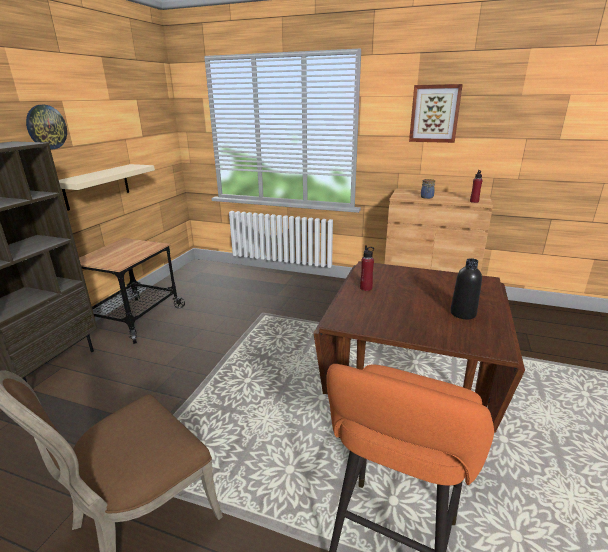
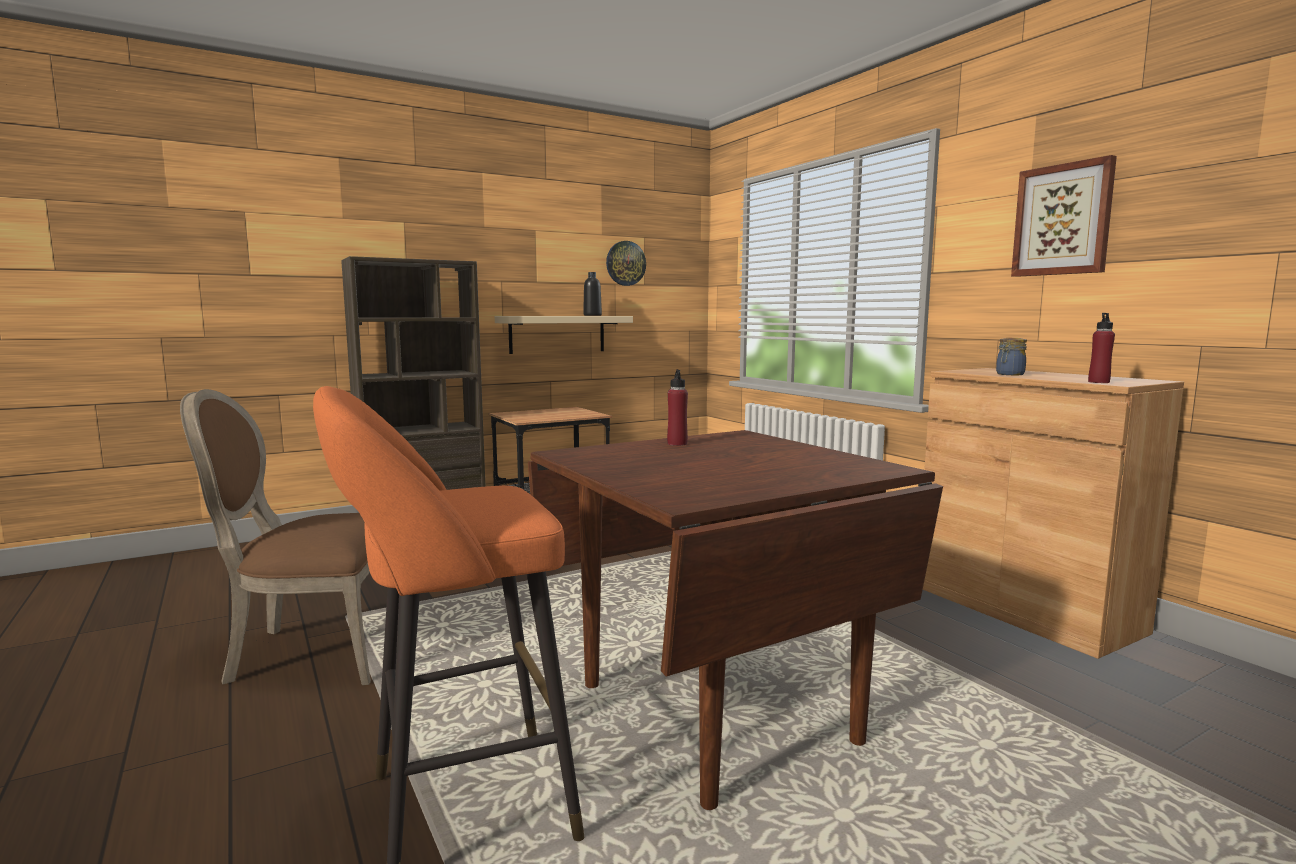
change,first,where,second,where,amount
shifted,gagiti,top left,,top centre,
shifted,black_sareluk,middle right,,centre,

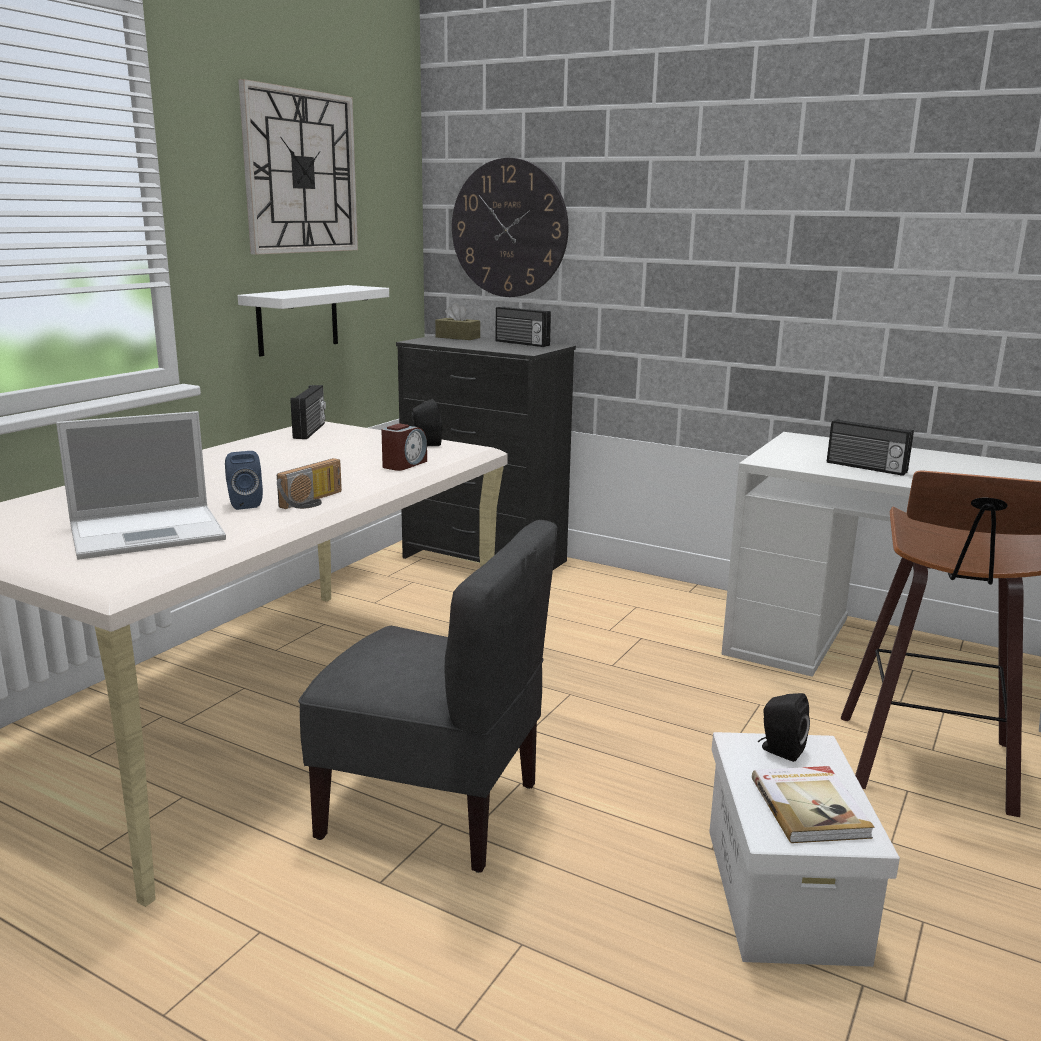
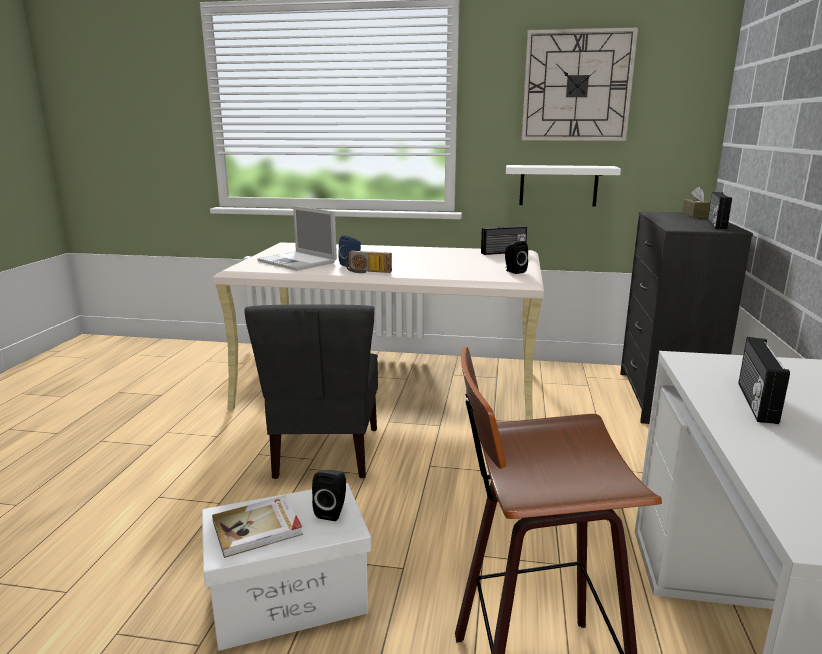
change,first,where,second,where,amount
gone,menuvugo,centre,,,
gone,gagiti (no. 2 from left),top centre,,,

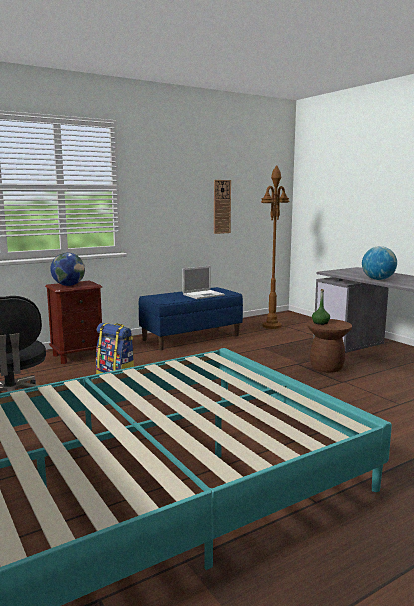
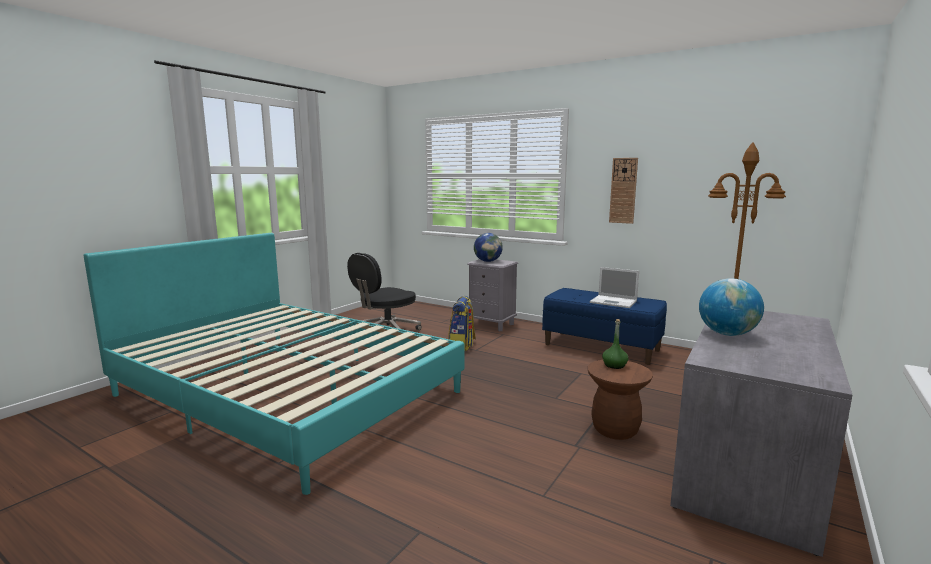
change,first,where,second,where,amount
shifted,gagiti,centre,,middle right,
repainted,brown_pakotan,middle left,grey_pakotan,centre,

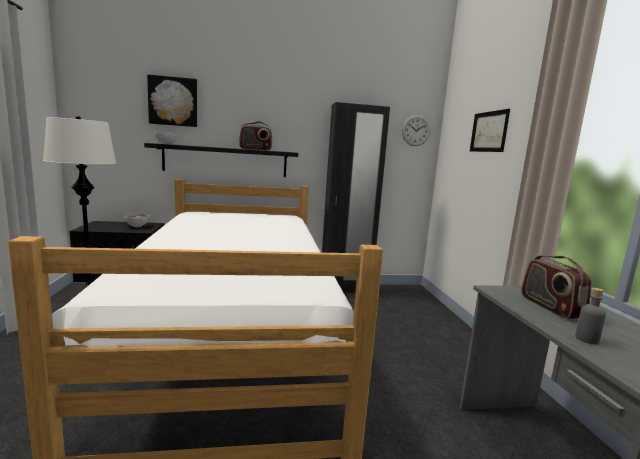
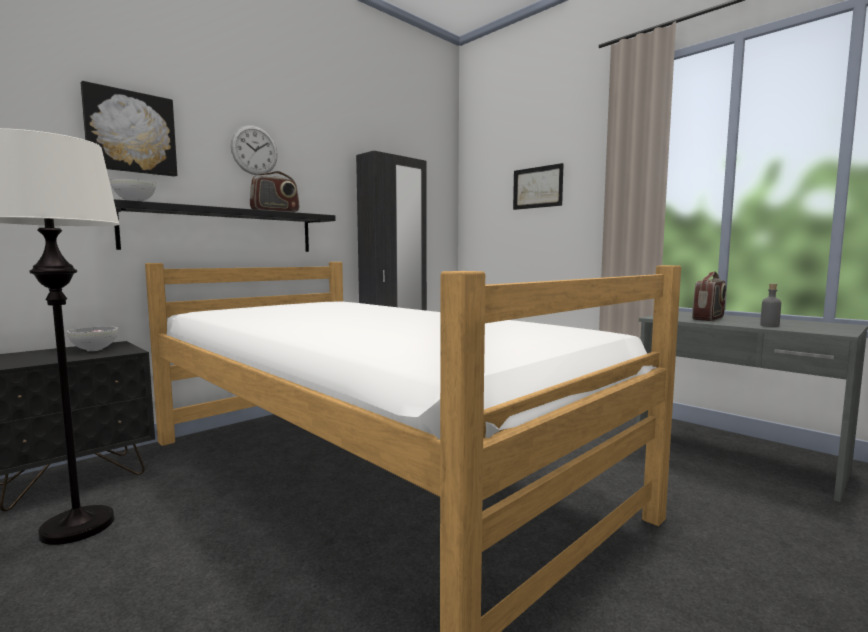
change,first,where,second,where,amount
shifted,gagiti,top centre,,top left,
rotated,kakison (no. 2 from left),middle right,,middle right,90 degrees counterclockwise

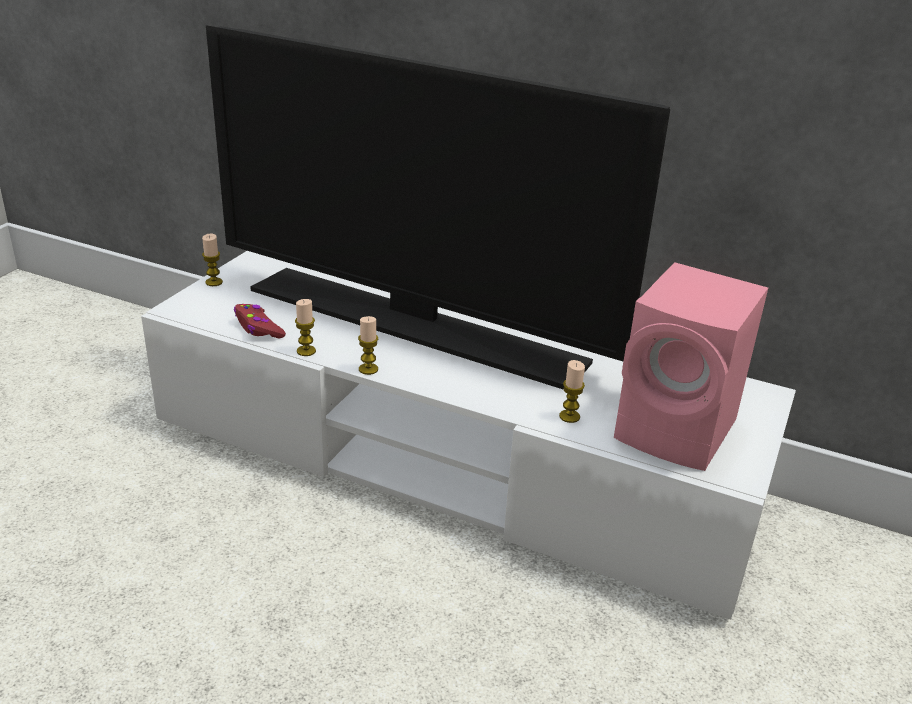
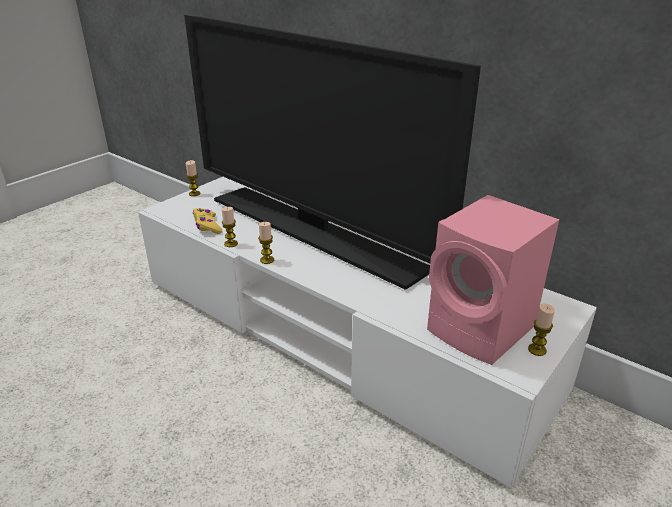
change,first,where,second,where,amount
shifted,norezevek (no. 4 from left),centre,,middle right,
repainted,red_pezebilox,middle left,yellow_pezebilox,middle left,

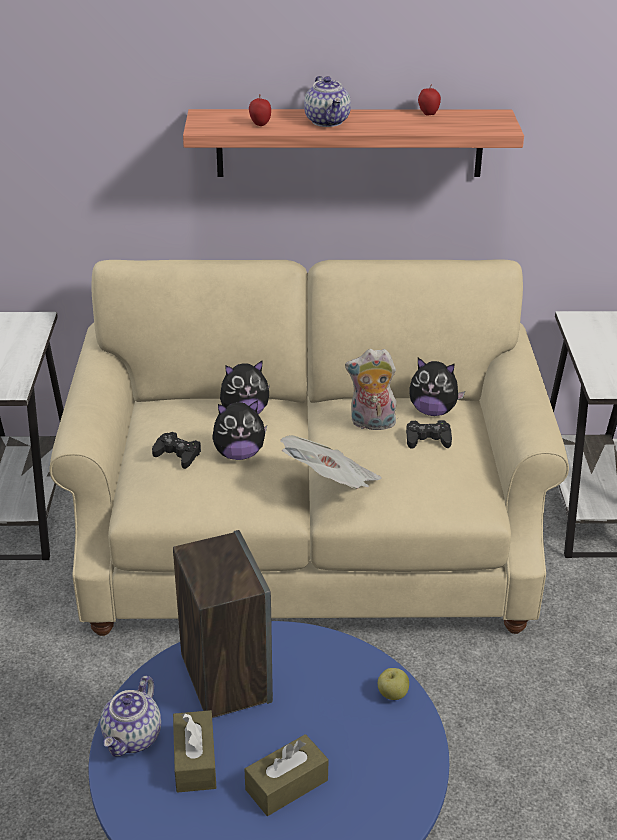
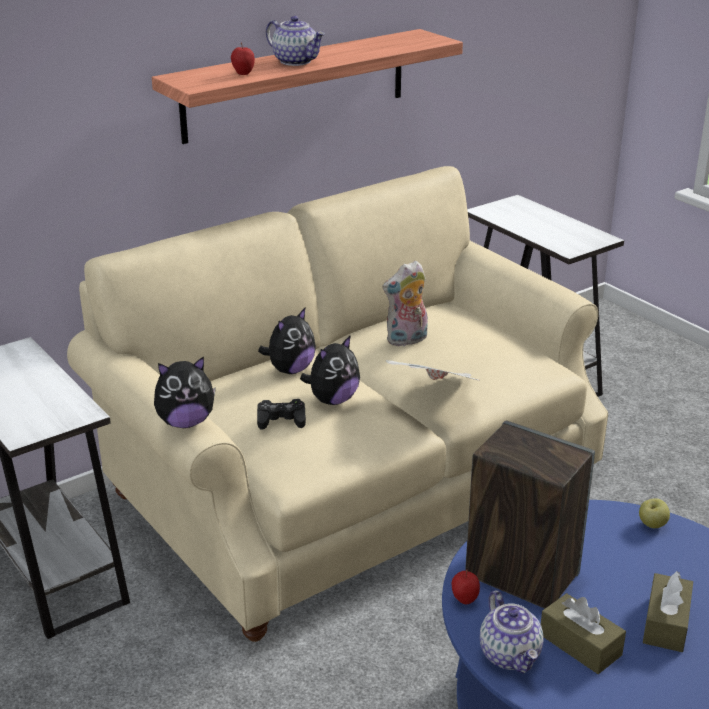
change,first,where,second,where,amount
gone,black_pezebilox (no. 2 from left),middle right,,,
shifted,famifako (no. 4 from left in the first image),middle right,famifako (no. 1 from left),middle left,
shifted,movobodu (no. 3 from left in the first image),top right,movobodu (no. 2 from left),bottom centre,

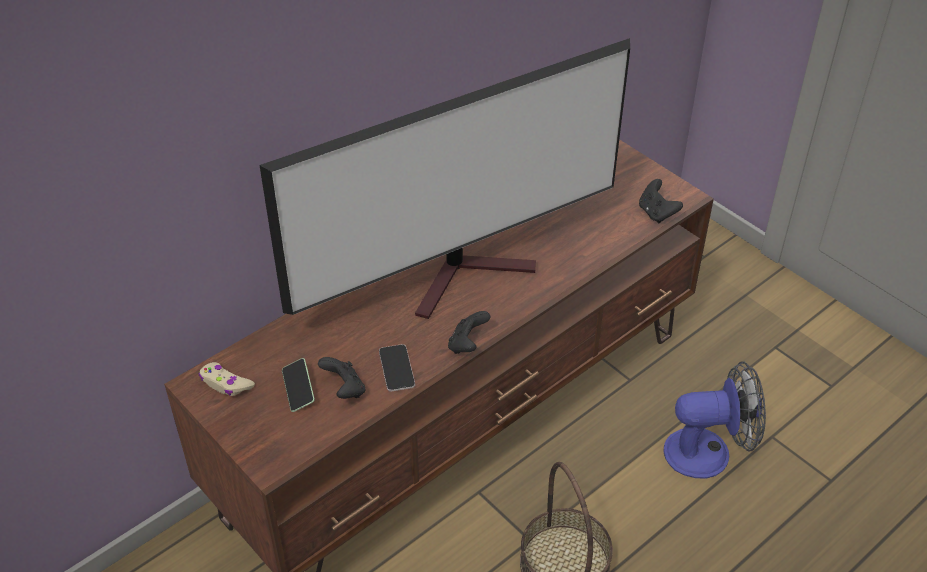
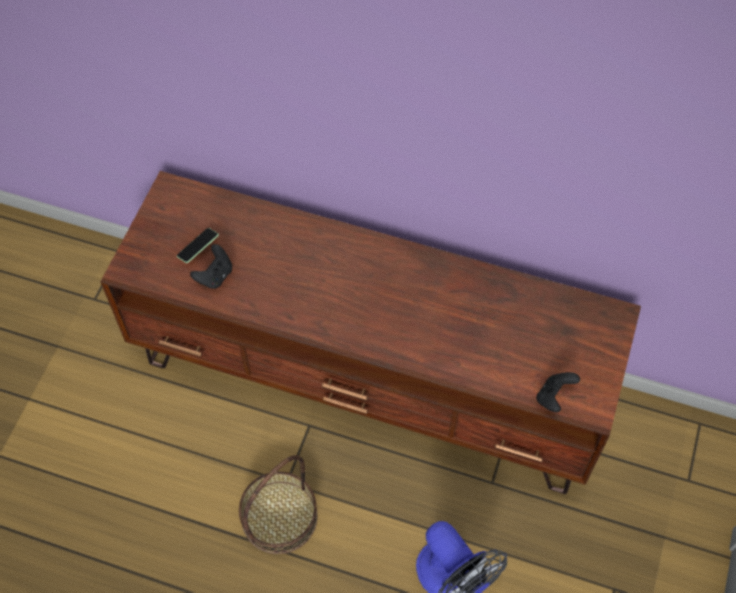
change,first,where,second,where,amount
gone,beige_pezebilox,middle left,,,
gone,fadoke,top centre,,,
gone,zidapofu (no. 2 from left),centre,,,
gone,black_pezebilox (no. 2 from left),centre,,,

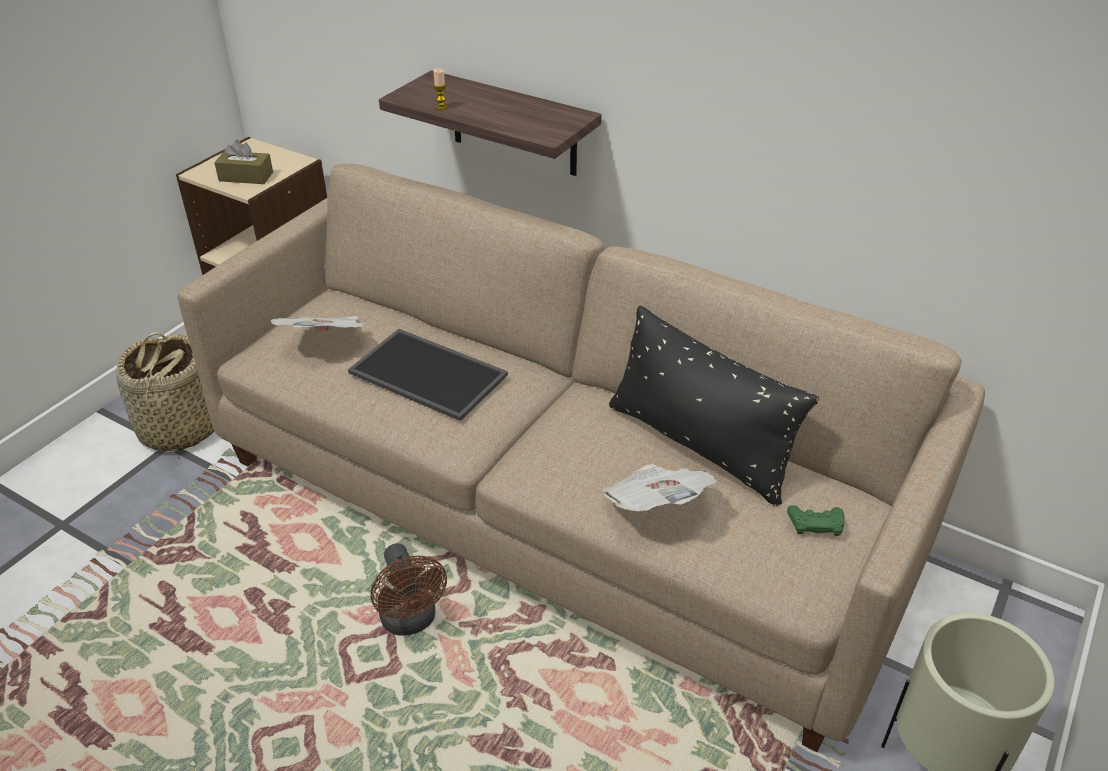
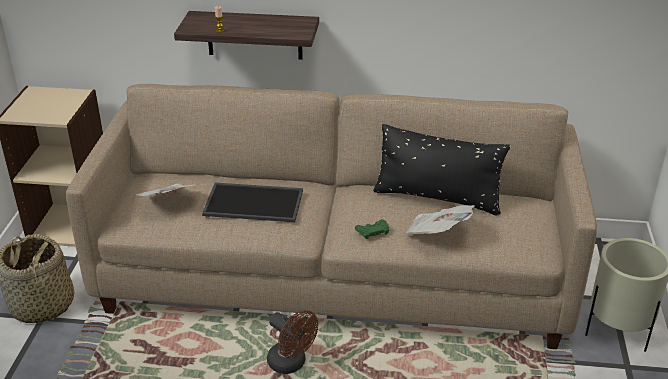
change,first,where,second,where,amount
gone,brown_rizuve,top left,,,
shifted,green_pezebilox,bottom right,,centre,

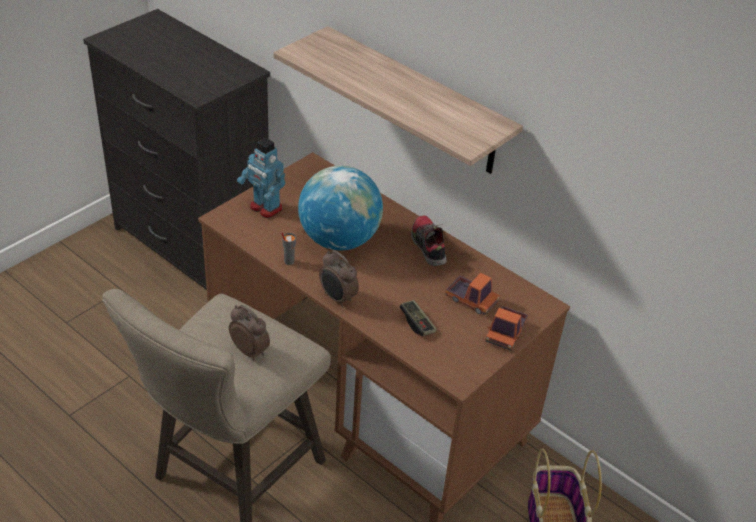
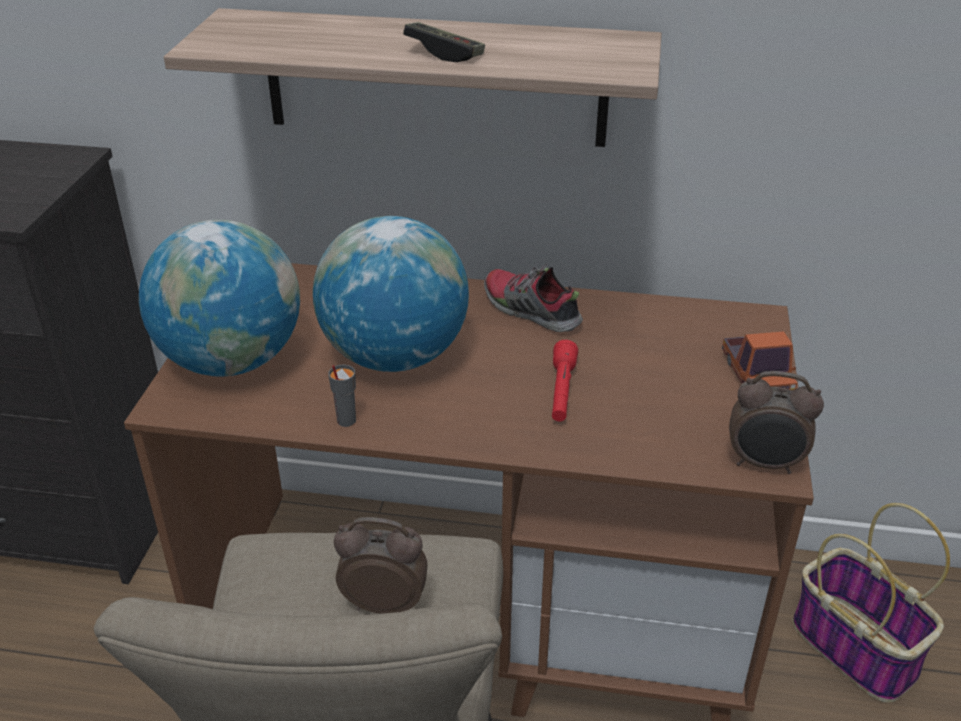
change,first,where,second,where,amount
gone,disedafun (no. 1 from left),centre,,,
new,,,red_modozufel,centre,
shifted,menuvugo (no. 2 from left),centre,,middle right,
shifted,pezebilox,centre,,top centre,
swapped,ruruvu,centre,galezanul (no. 1 from left),middle left,

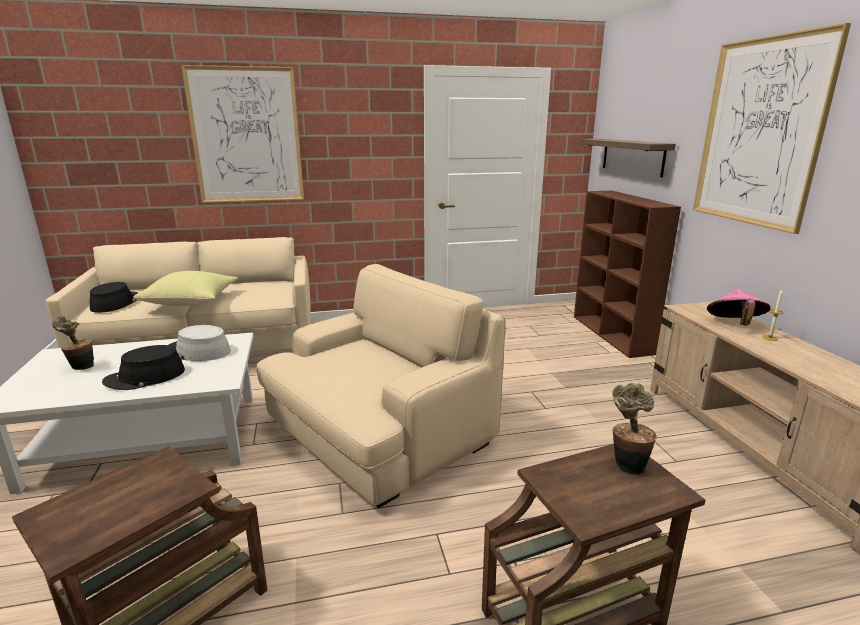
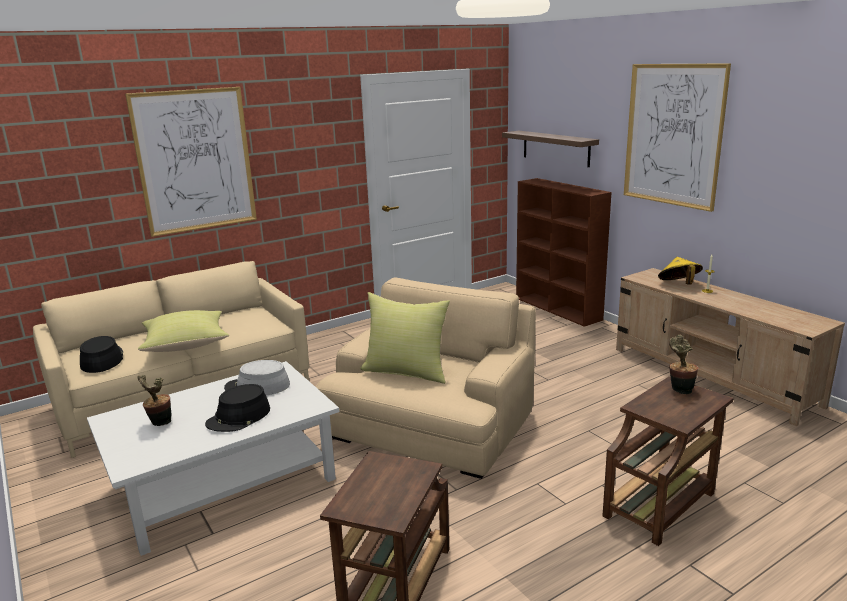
change,first,where,second,where,amount
new,,,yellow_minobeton (no. 2 from left),centre,
repainted,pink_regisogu,middle right,yellow_regisogu,middle right,

